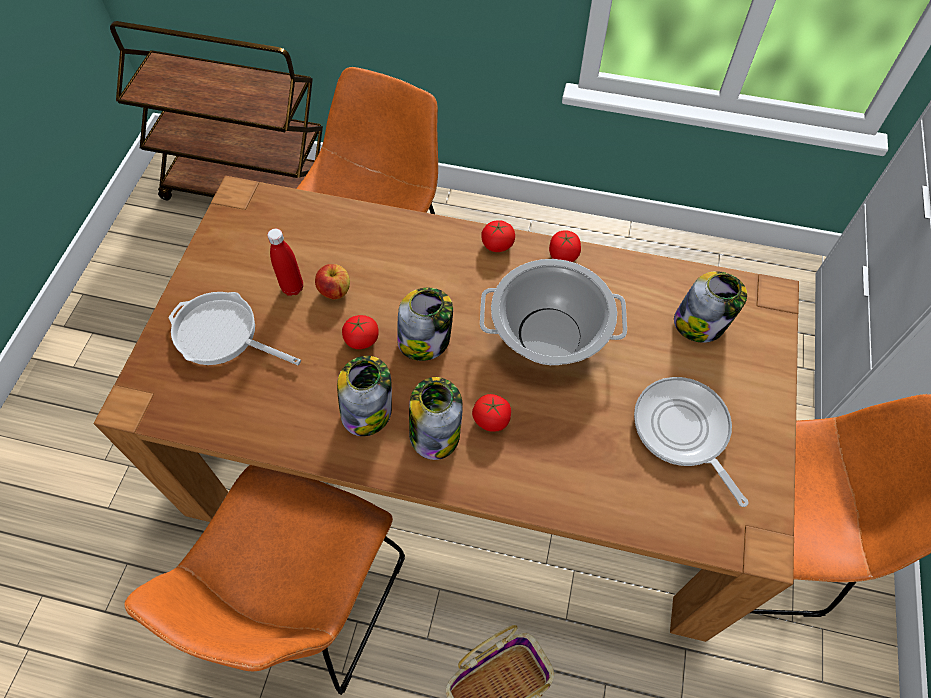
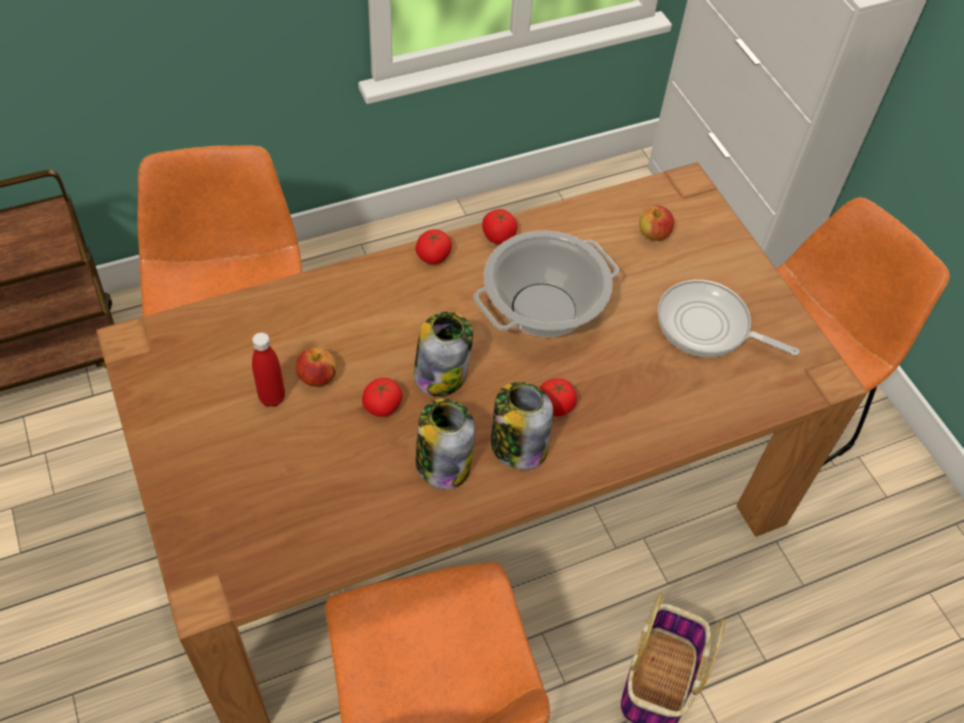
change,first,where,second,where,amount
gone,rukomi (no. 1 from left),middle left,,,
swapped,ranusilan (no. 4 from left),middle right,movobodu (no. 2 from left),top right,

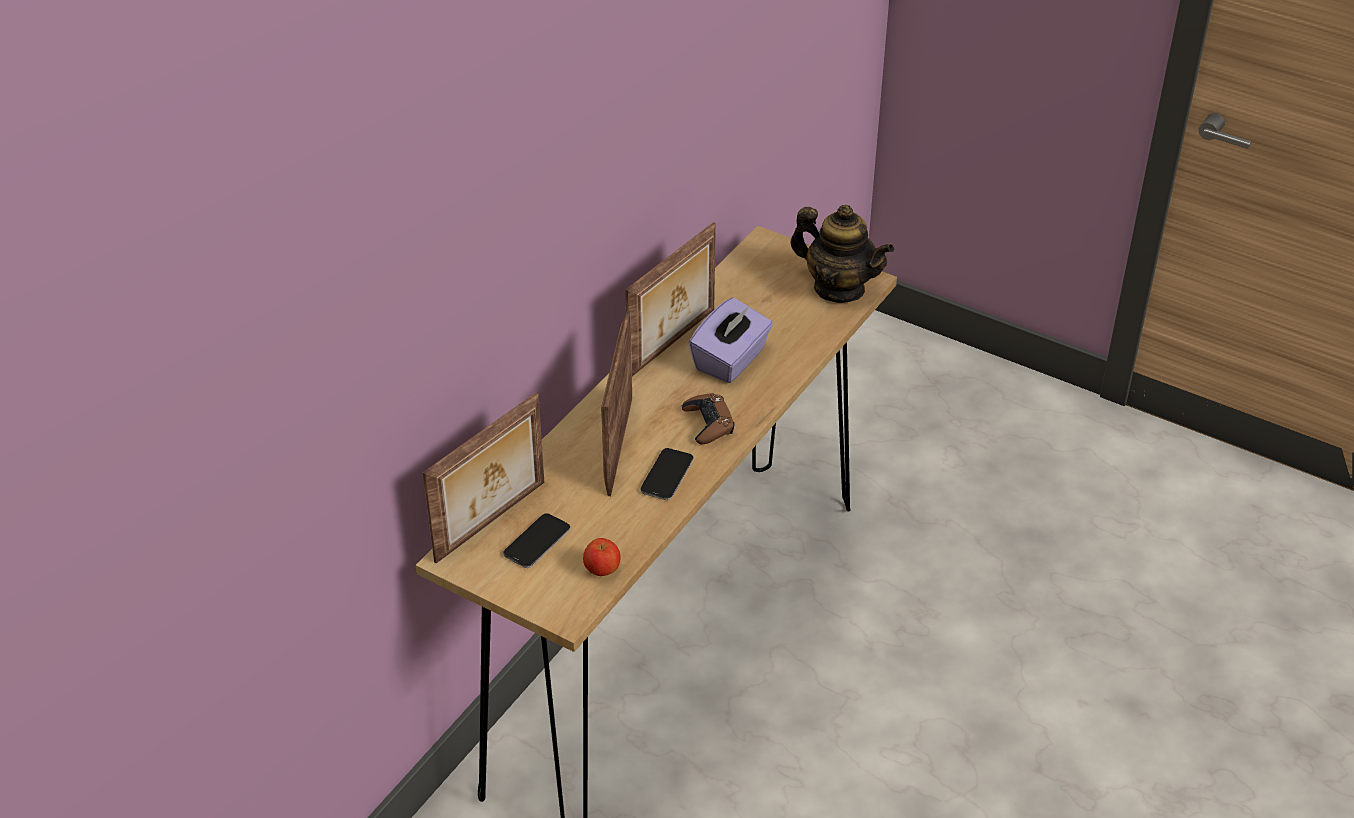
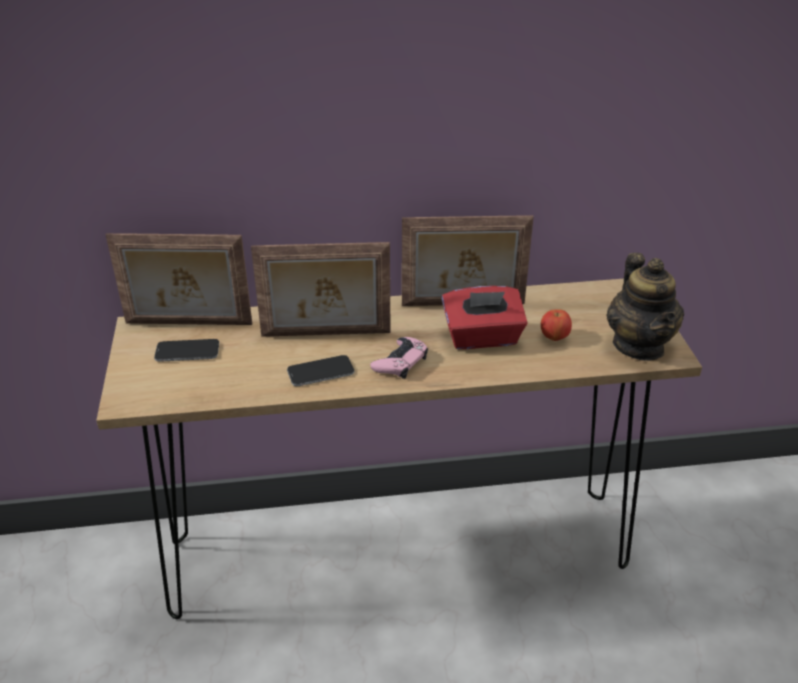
change,first,where,second,where,amount
shifted,movobodu,bottom centre,,middle right,
repainted,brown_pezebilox,centre,pink_pezebilox,centre,
repainted,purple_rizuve,centre,red_rizuve,centre,
rotated,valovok (no. 2 from left),centre,,centre,150 degrees counterclockwise

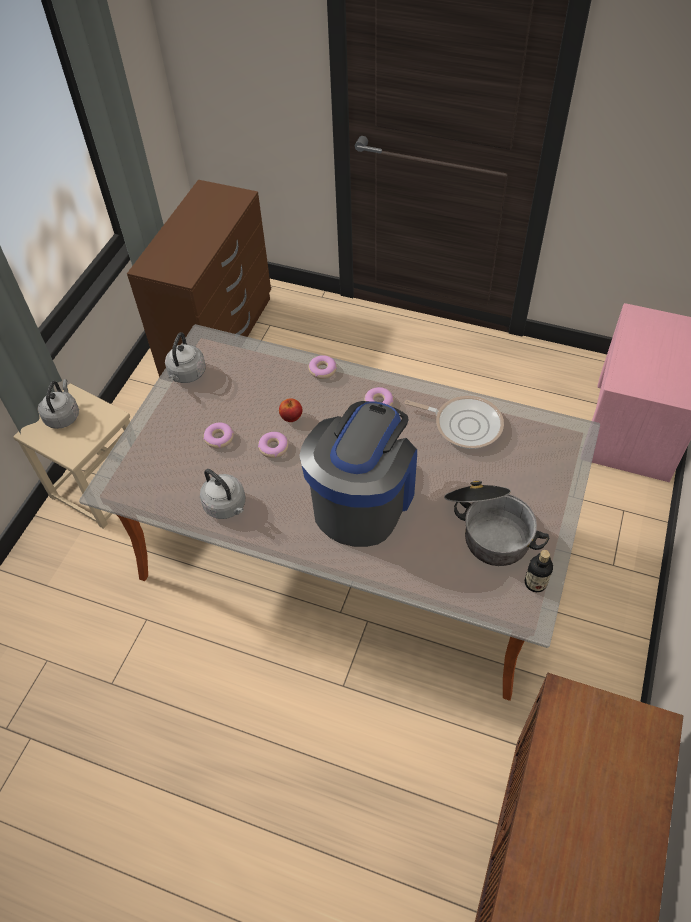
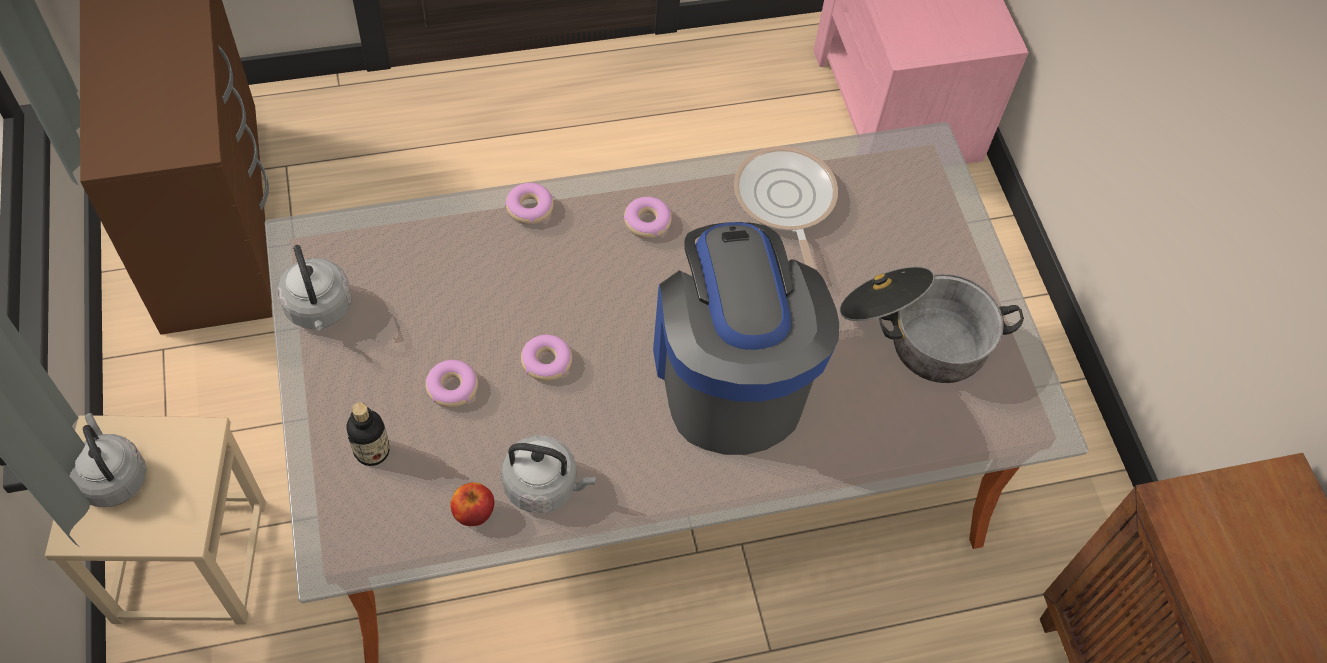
change,first,where,second,where,amount
shifted,movobodu,centre,,bottom centre,
shifted,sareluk,middle right,,middle left,
rotated,rukomi,centre,,top centre,90 degrees counterclockwise

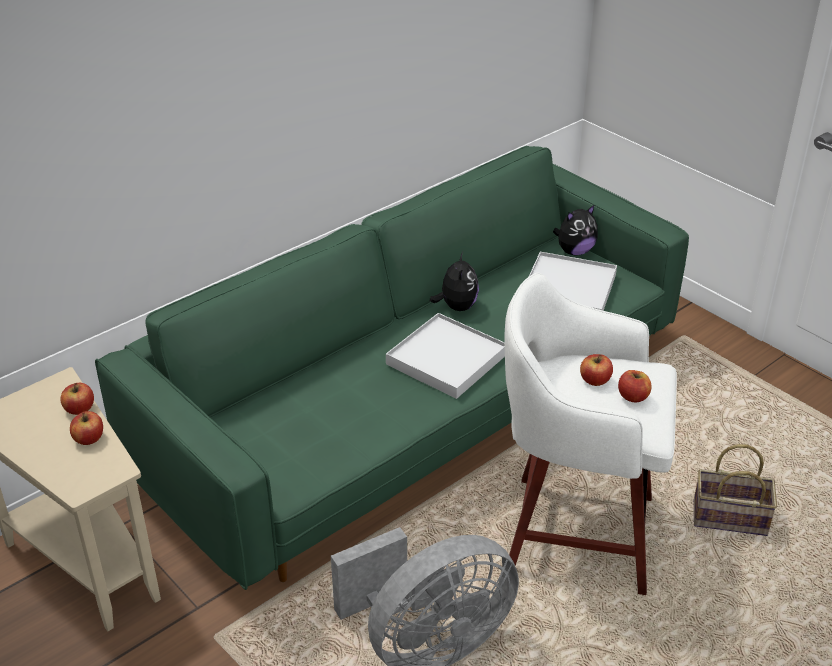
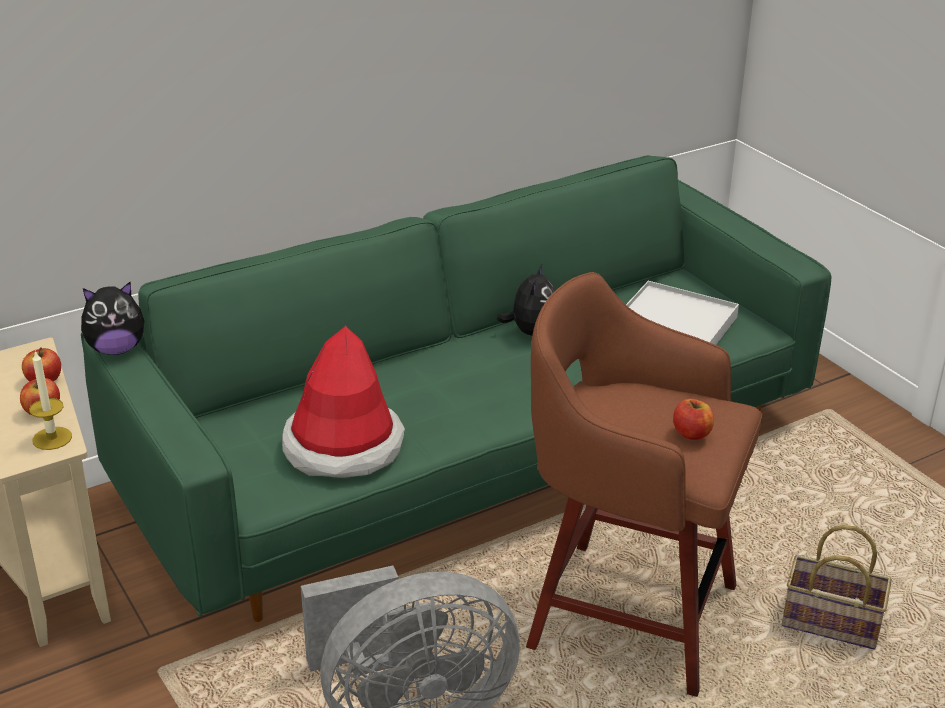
change,first,where,second,where,amount
gone,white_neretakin (no. 1 from left),centre,,,
gone,movobodu (no. 3 from left),middle right,,,
new,,,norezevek,middle left,
new,,,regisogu,centre,
shifted,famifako (no. 2 from left in the first image),middle right,famifako (no. 1 from left),middle left,
repainted,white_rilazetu,middle right,brown_rilazetu,bottom right,

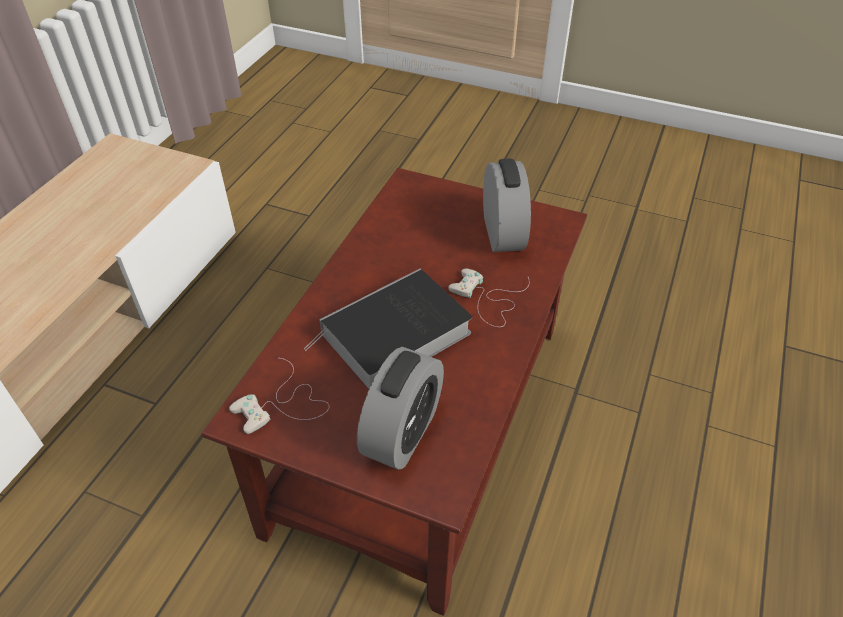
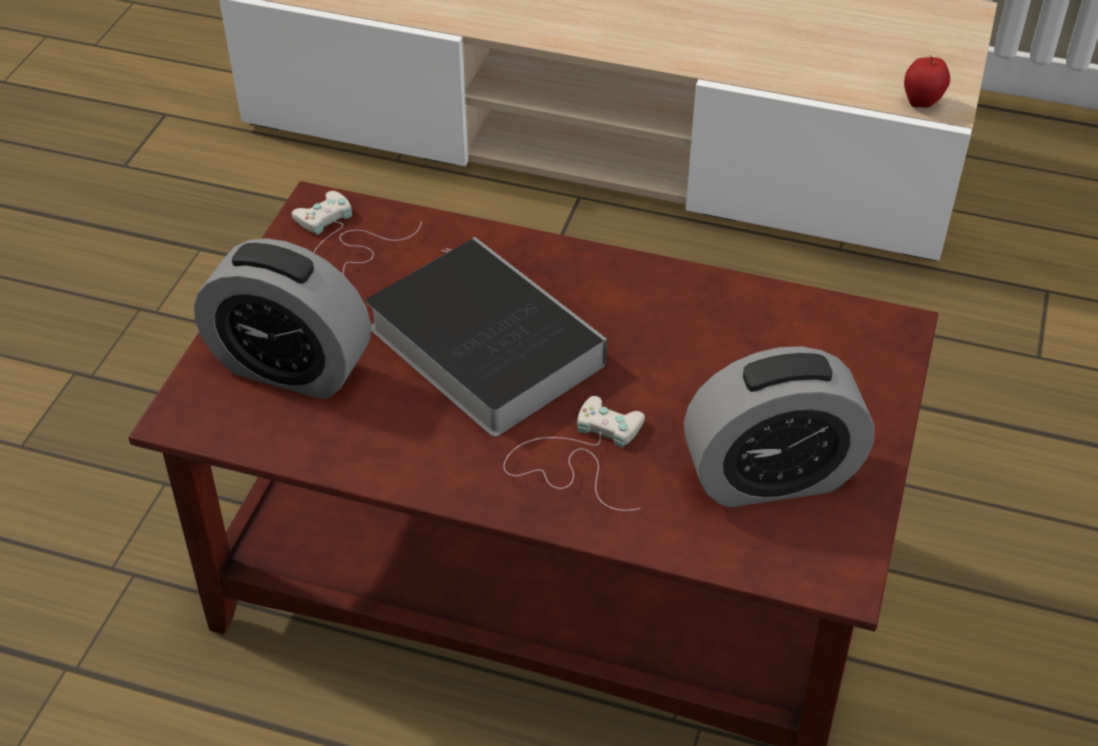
change,first,where,second,where,amount
new,,,movobodu,top right,

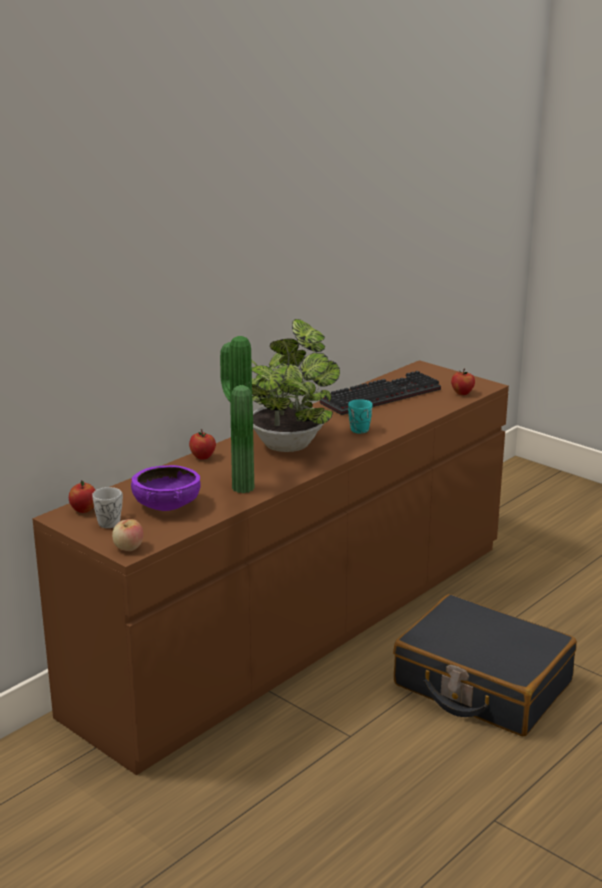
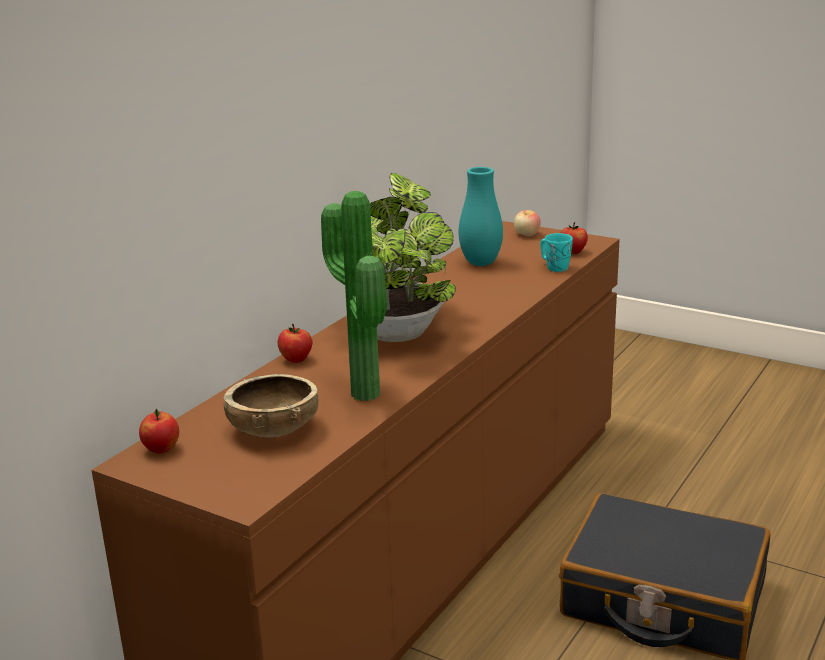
change,first,where,second,where,amount
gone,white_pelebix,middle left,,,
shifted,movobodu (no. 2 from left in the first image),middle left,movobodu (no. 3 from left),centre,
shifted,turquoise_pelebix,centre,,middle right,
swapped,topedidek,centre,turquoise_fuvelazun,top centre,
repainted,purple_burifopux,middle left,brown_burifopux,middle left,

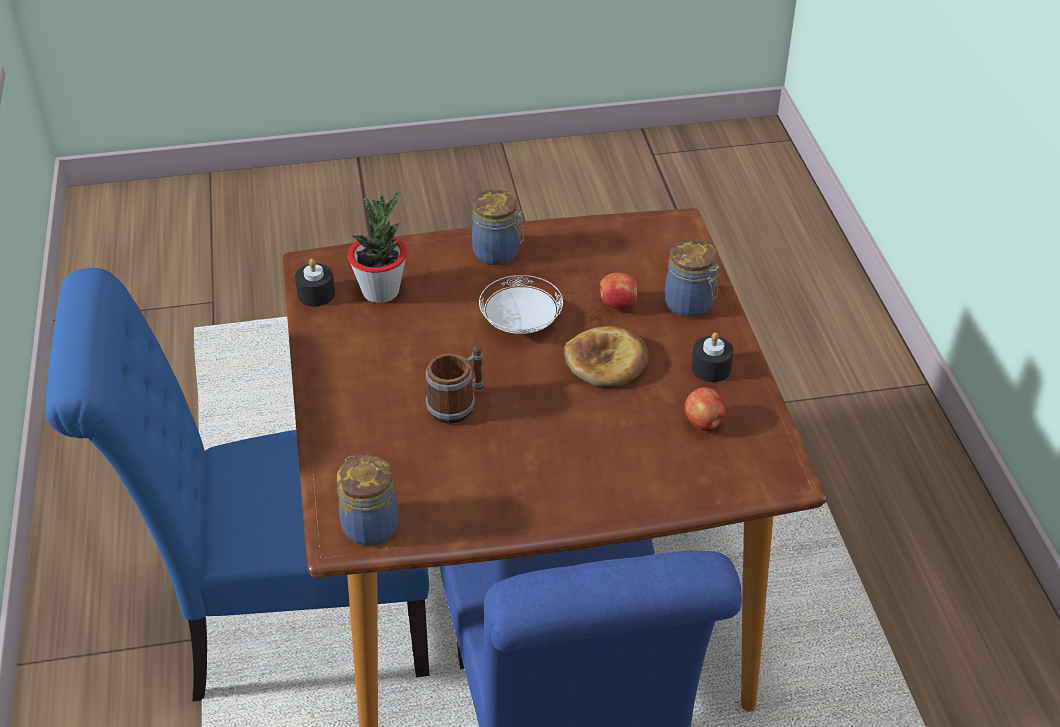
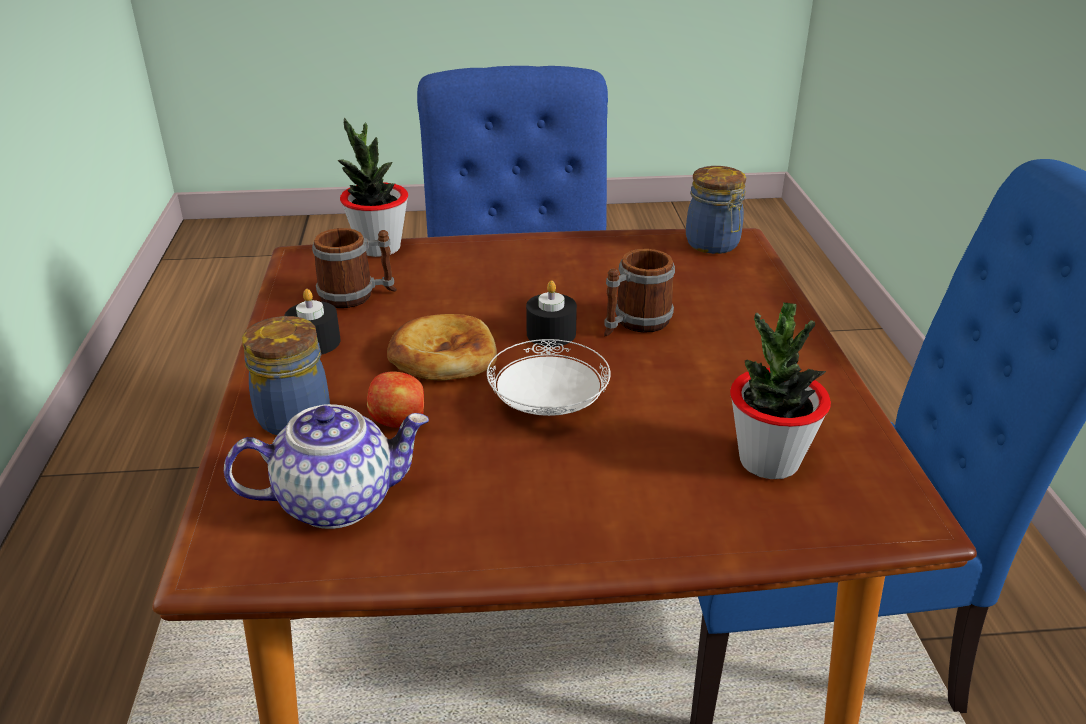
change,first,where,second,where,amount
gone,ranusilan (no. 2 from left),top centre,,,
new,,,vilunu,middle left,
new,,,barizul (no. 1 from left),top centre,
shifted,black_norezevek (no. 1 from left in the first image),middle left,black_norezevek (no. 2 from left),centre,
swapped,movobodu (no. 2 from left),centre,pelebix (no. 1 from left),middle left,

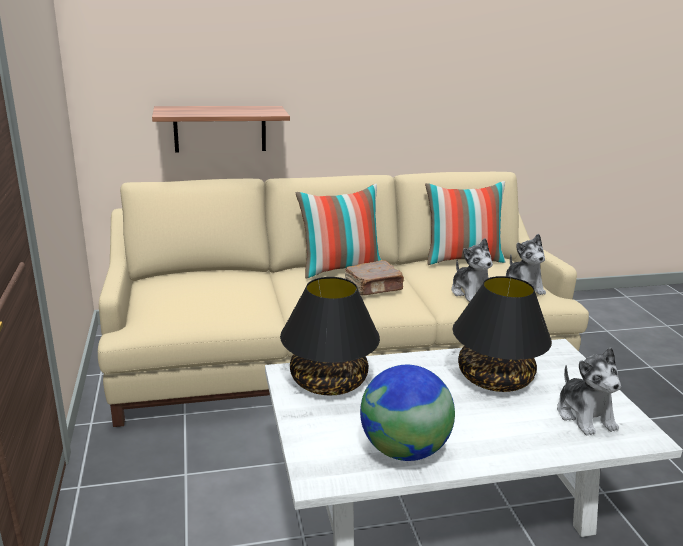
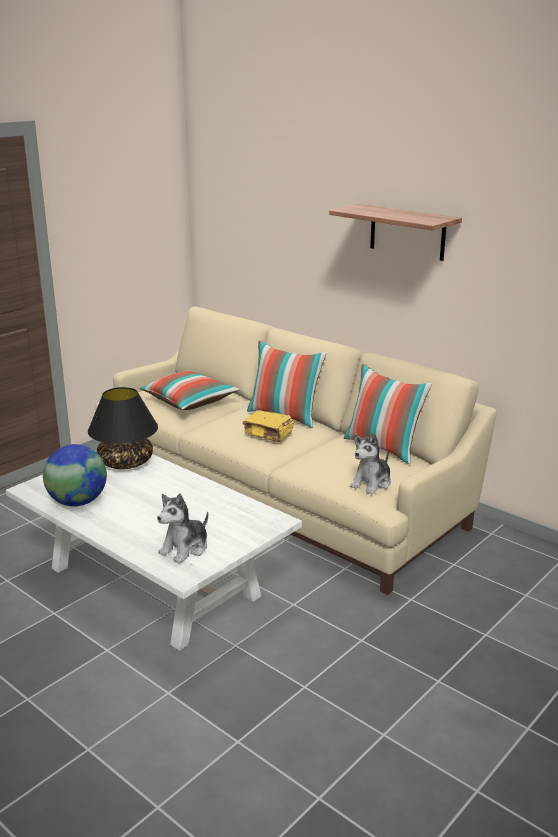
change,first,where,second,where,amount
gone,famifako (no. 1 from left),middle right,,,
gone,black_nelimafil (no. 2 from left),middle right,,,
new,,,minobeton (no. 1 from left),centre,
shifted,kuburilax,top left,,top right,
repainted,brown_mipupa,centre,yellow_mipupa,centre,

